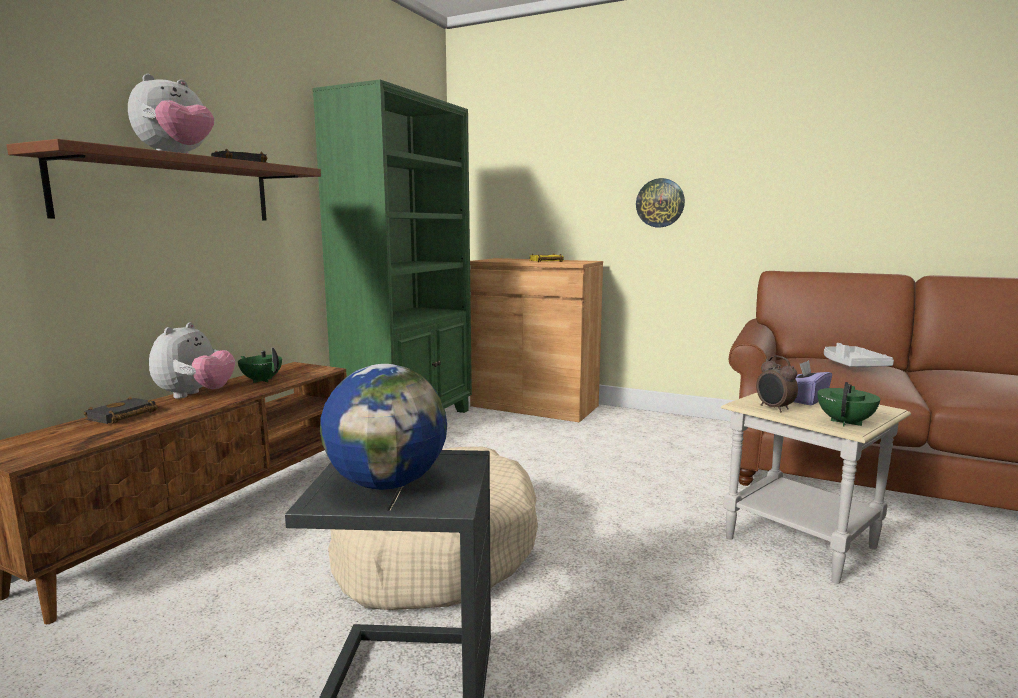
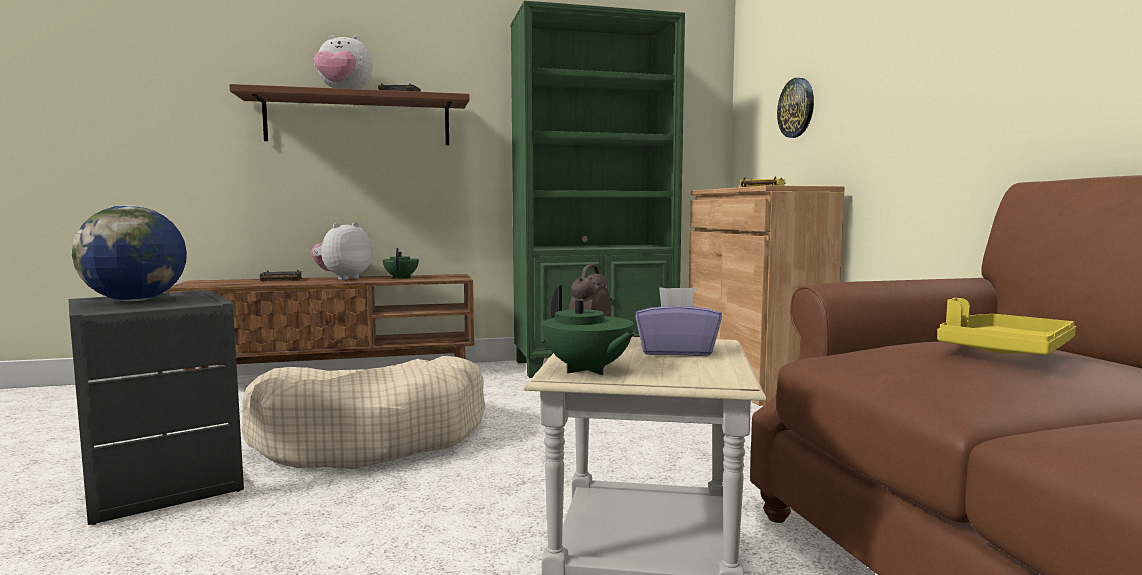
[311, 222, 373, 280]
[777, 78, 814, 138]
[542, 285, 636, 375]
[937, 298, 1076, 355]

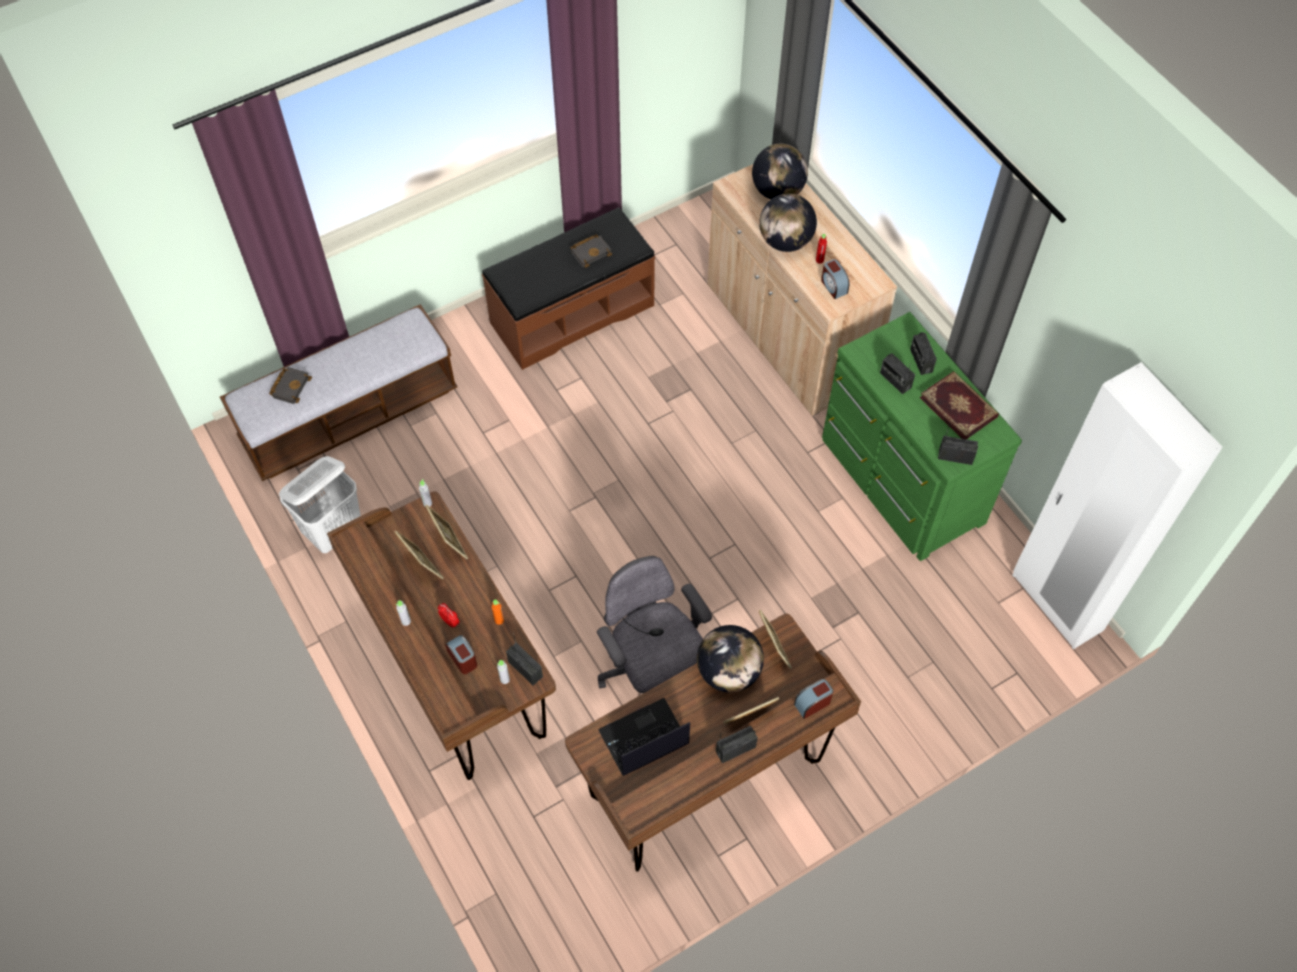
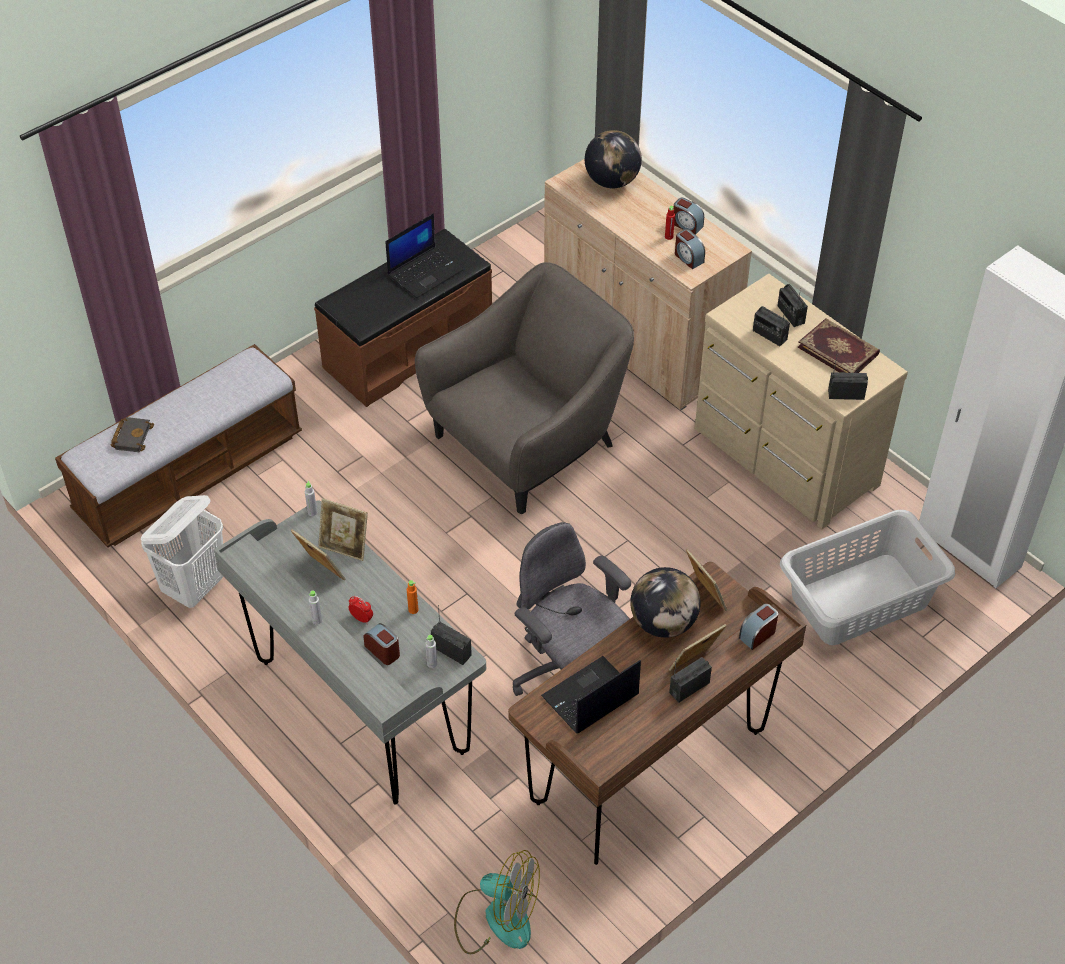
[214, 500, 486, 805]
[318, 498, 368, 561]
[386, 214, 464, 298]
[759, 194, 817, 252] (first image)
[695, 274, 908, 529]
[415, 262, 634, 514]
[454, 850, 540, 954]
[673, 198, 704, 235]
[780, 510, 955, 645]

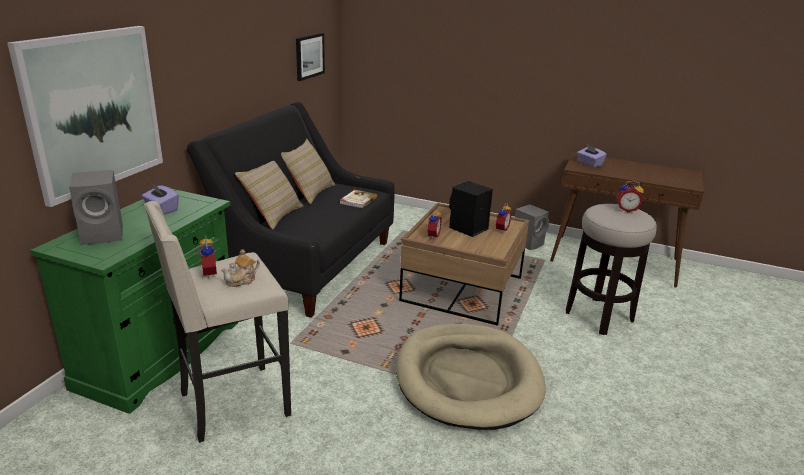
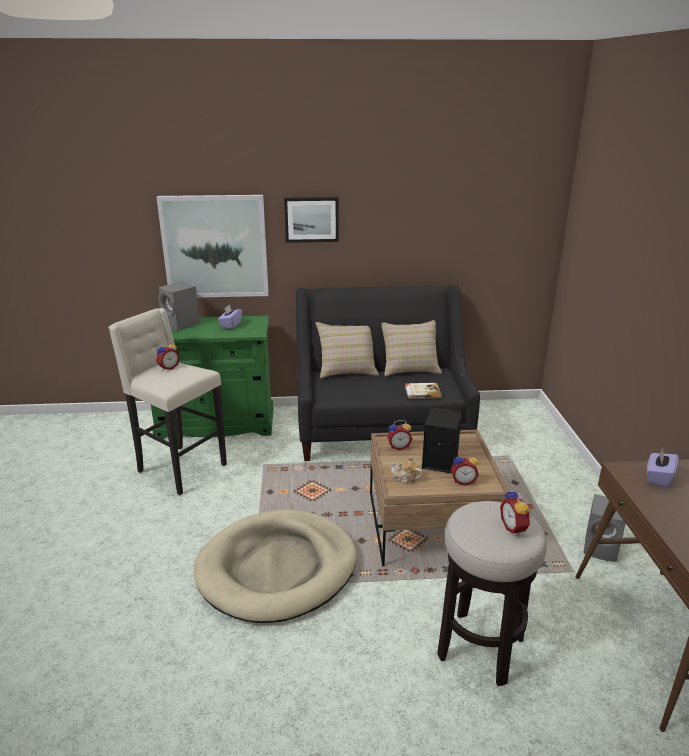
[390, 456, 422, 485]
[284, 197, 339, 243]

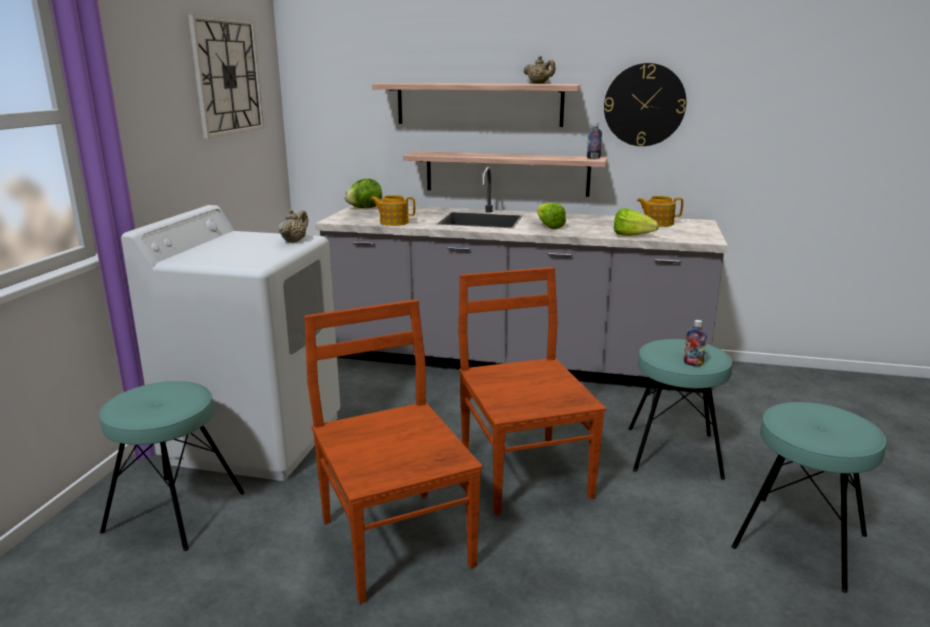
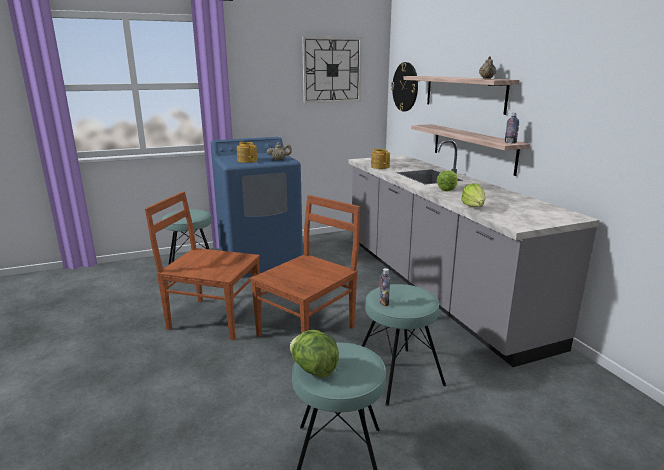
[211, 137, 303, 278]
[145, 191, 260, 340]
[290, 330, 339, 378]
[391, 62, 418, 112]
[237, 141, 257, 163]

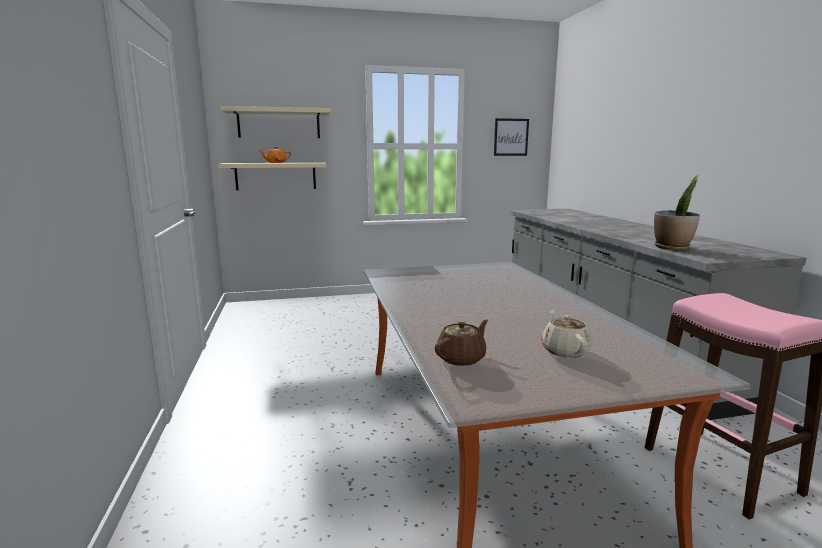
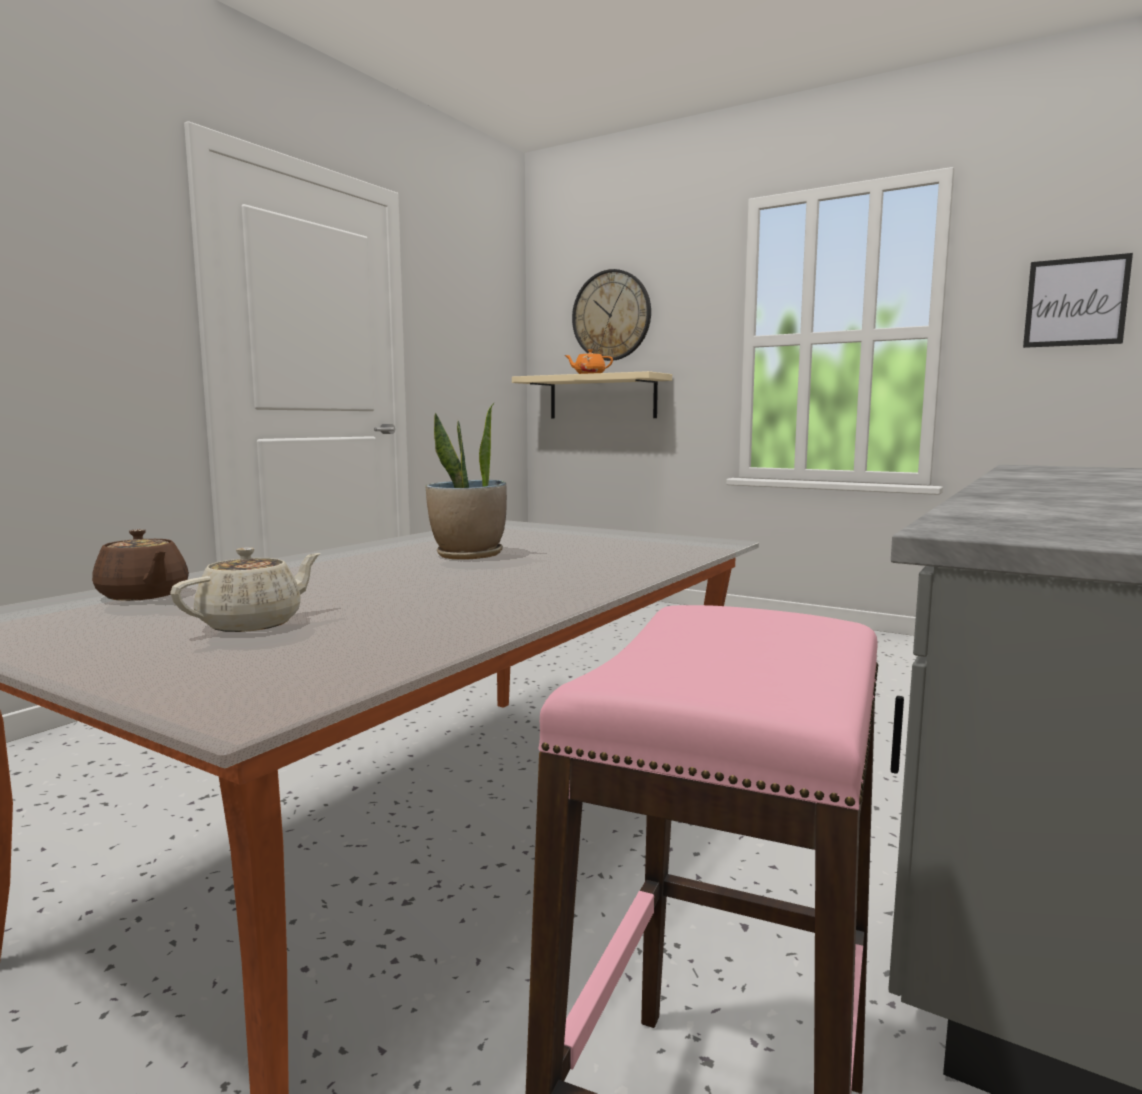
[572, 269, 651, 361]
[92, 529, 189, 601]
[425, 403, 507, 560]

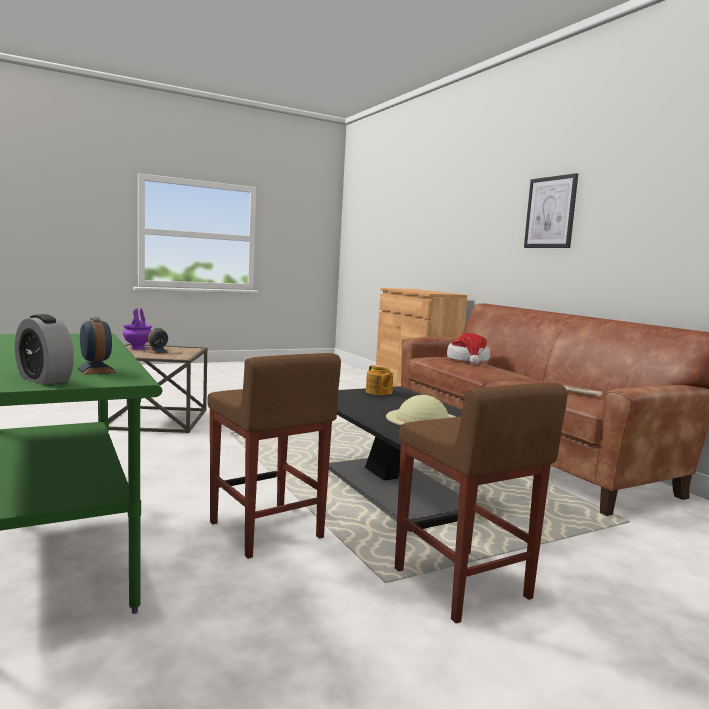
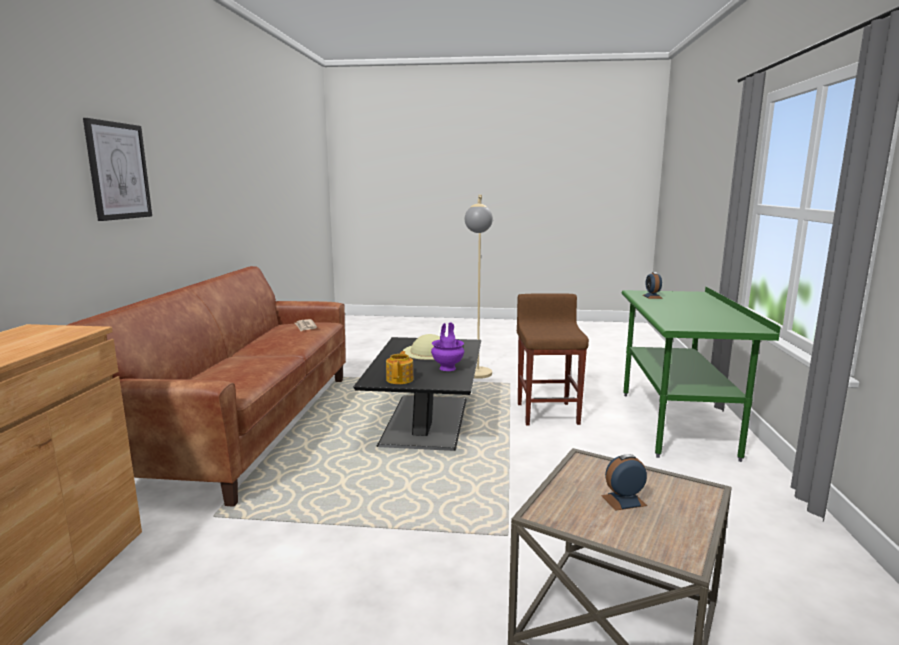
[15, 314, 74, 385] (first image)
[431, 322, 464, 371]
[465, 195, 493, 379]
[447, 333, 490, 365] (first image)

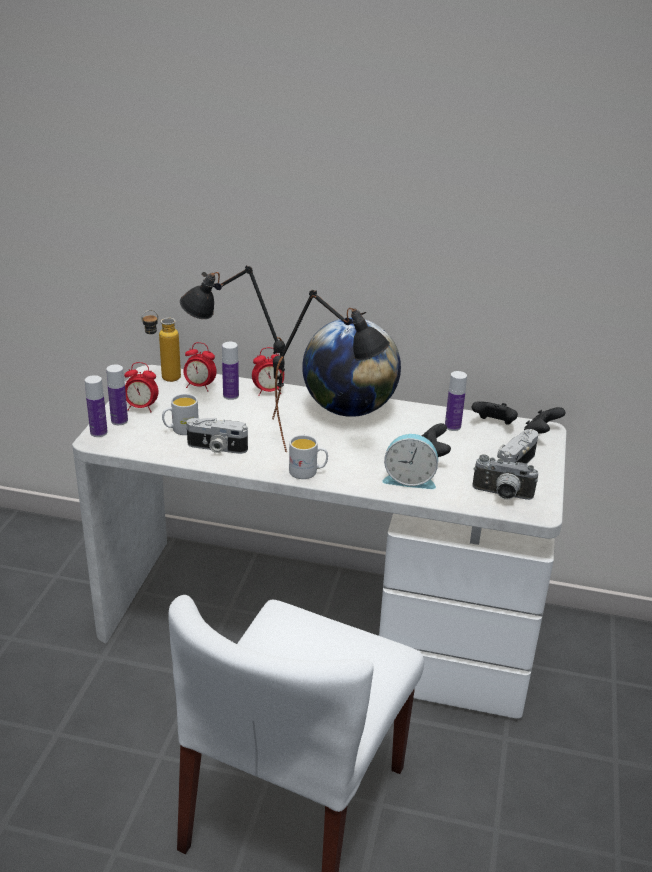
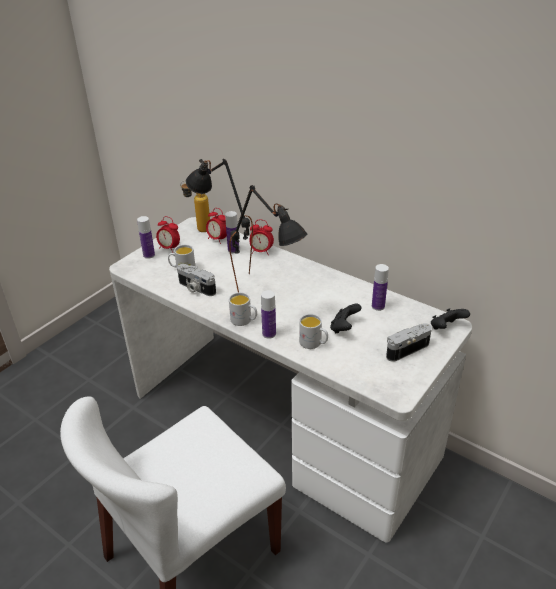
[261, 290, 276, 339]
[302, 318, 401, 417] (first image)
[299, 314, 328, 349]
[472, 401, 518, 425] (first image)
[473, 454, 538, 500] (first image)

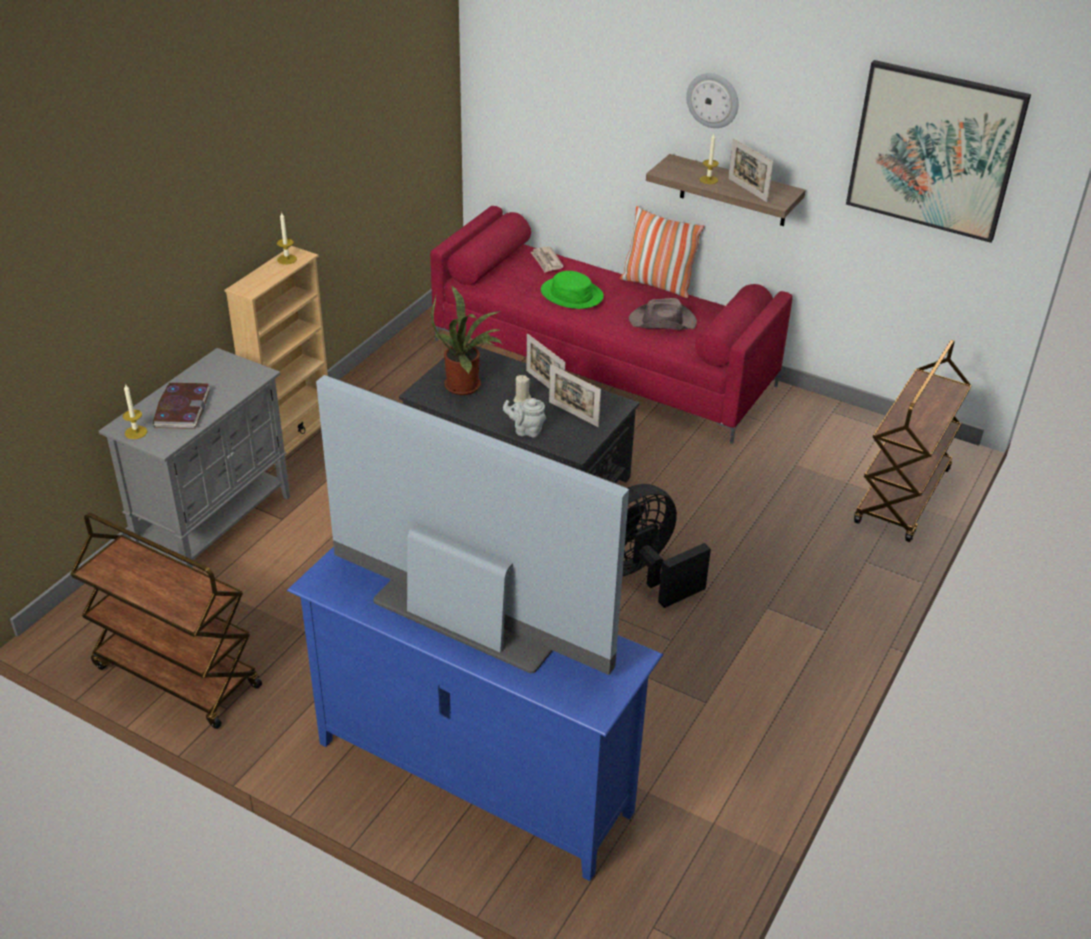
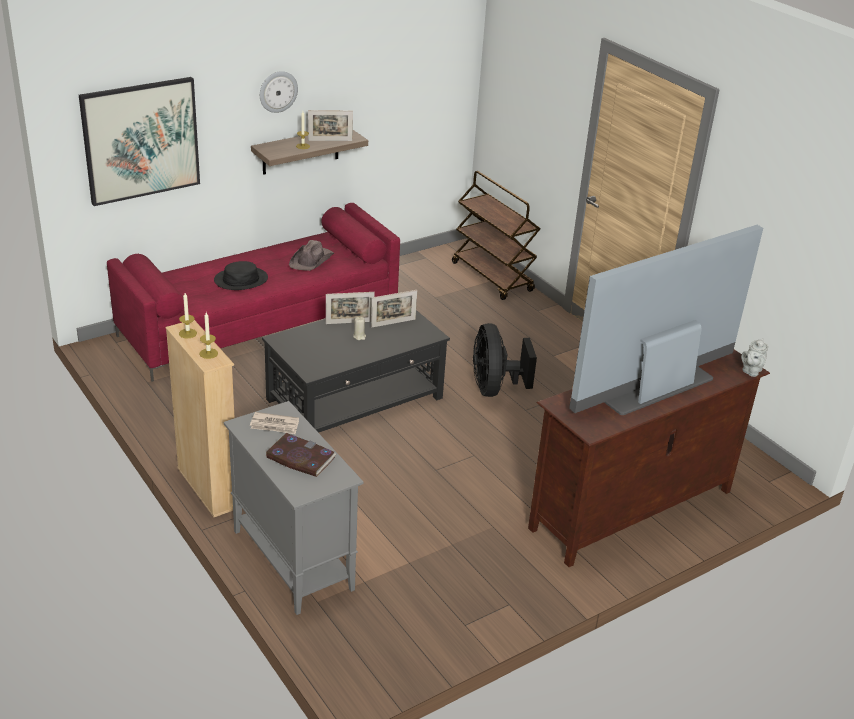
[70, 513, 262, 729] (first image)
[199, 312, 218, 359]
[528, 350, 770, 567]
[431, 286, 502, 395] (first image)
[741, 338, 768, 377]
[250, 412, 299, 434]
[214, 261, 268, 290]
[620, 206, 704, 298] (first image)
[79, 77, 200, 206]

